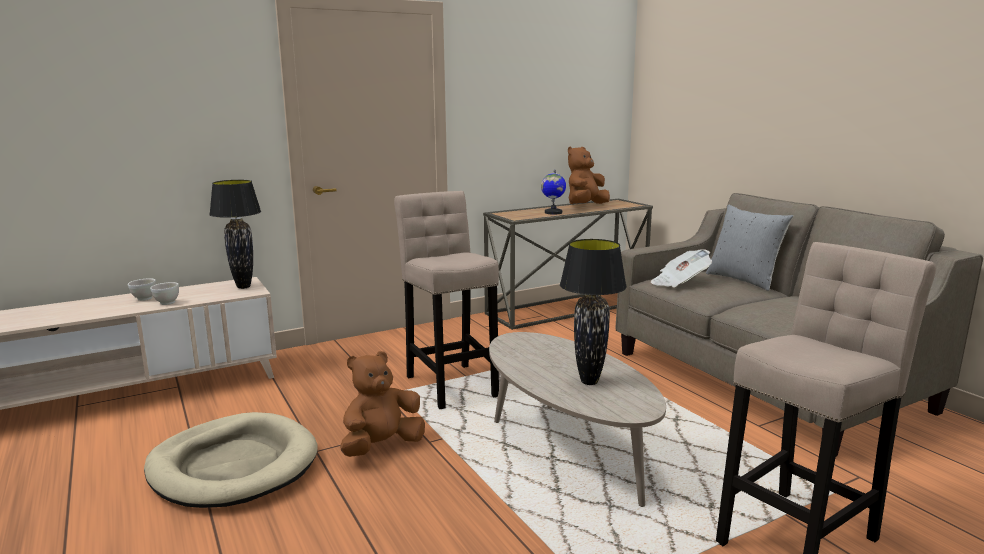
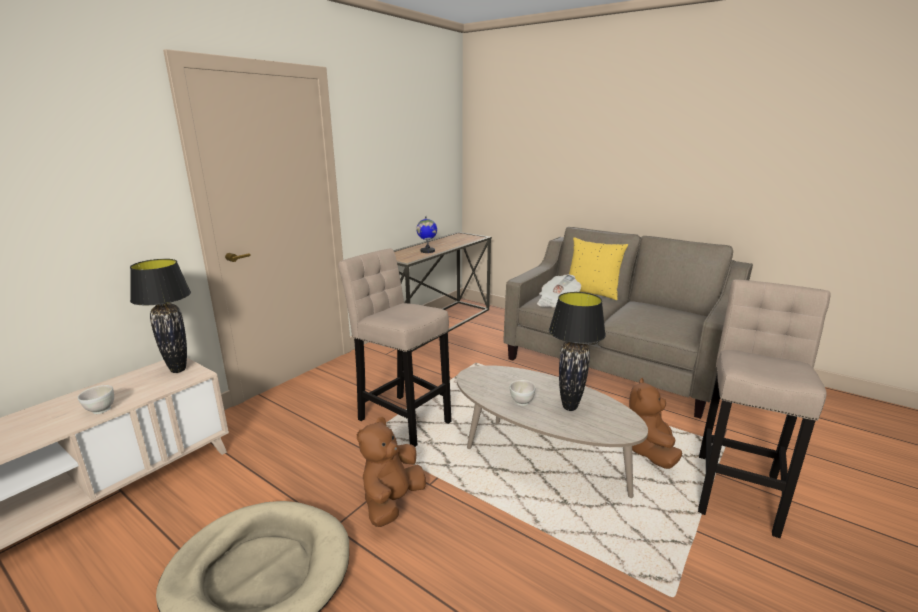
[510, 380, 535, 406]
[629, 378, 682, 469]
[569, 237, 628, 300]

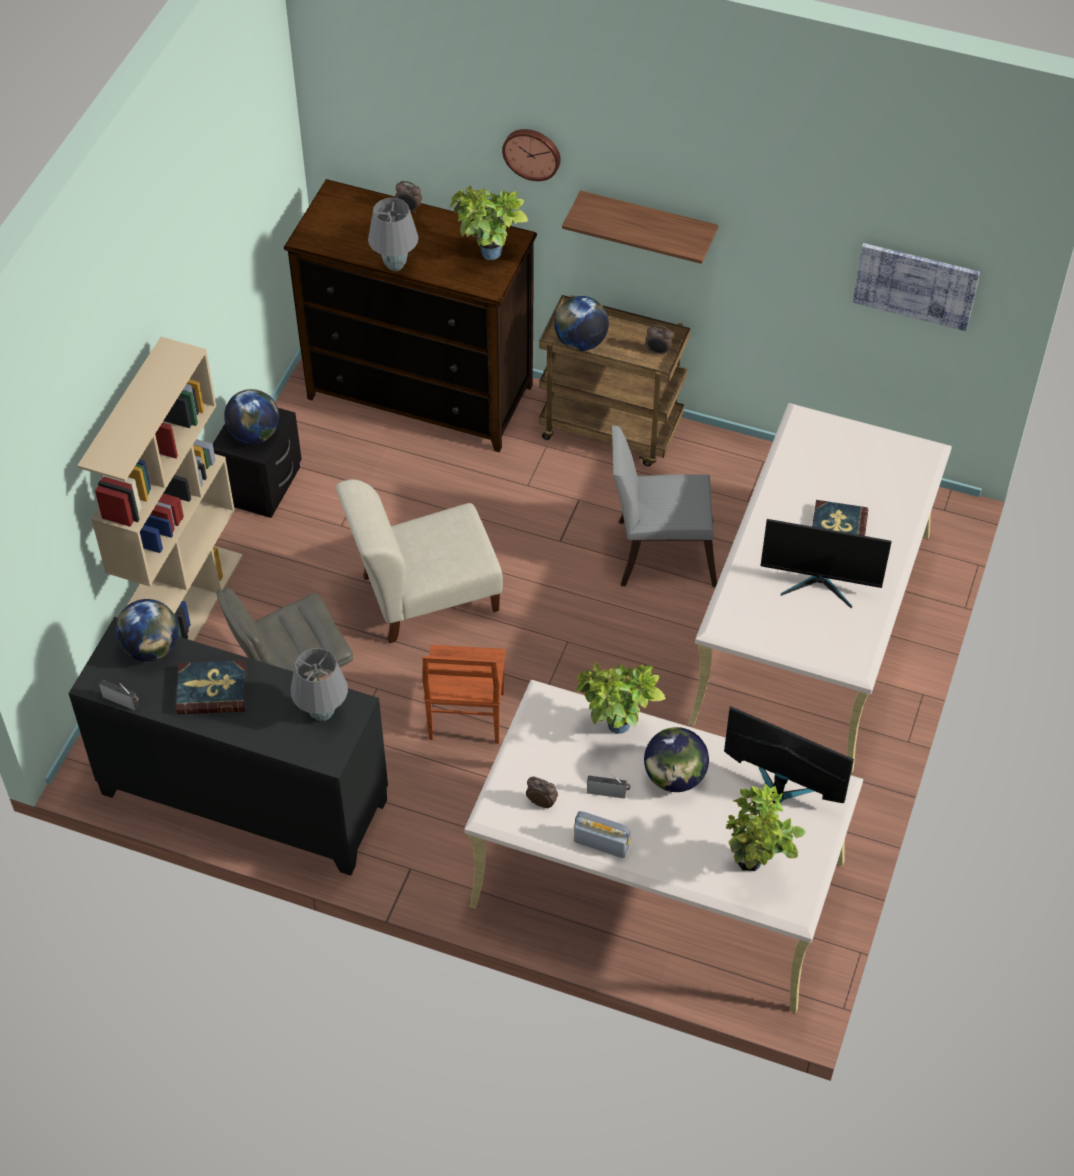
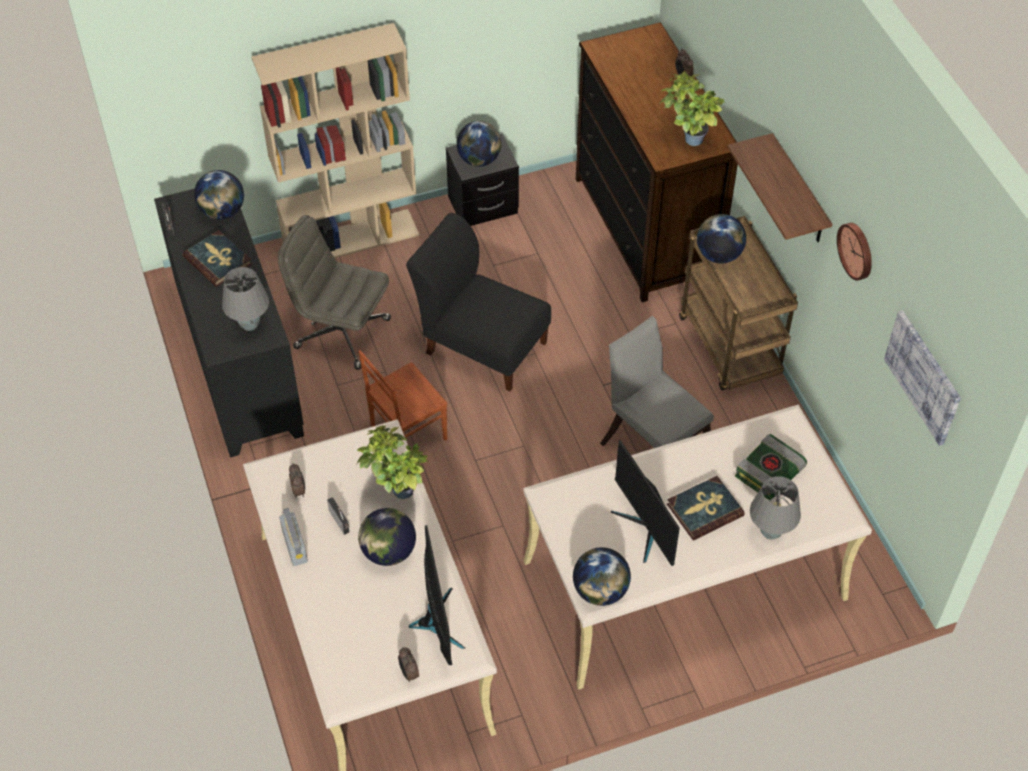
[406, 213, 551, 391]
[750, 476, 801, 540]
[837, 223, 872, 281]
[398, 647, 419, 682]
[726, 784, 806, 871] (first image)
[573, 547, 631, 606]
[735, 434, 807, 500]

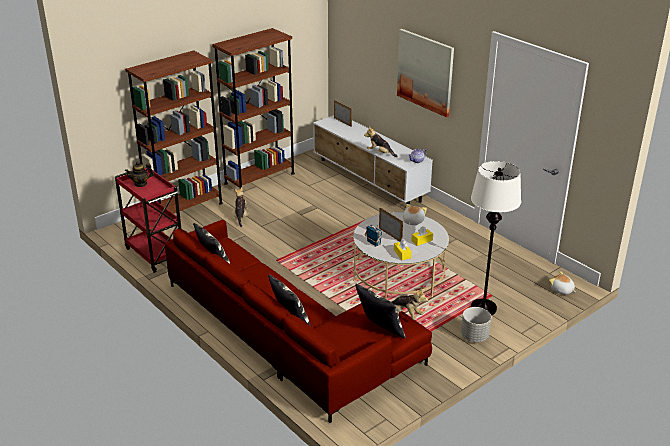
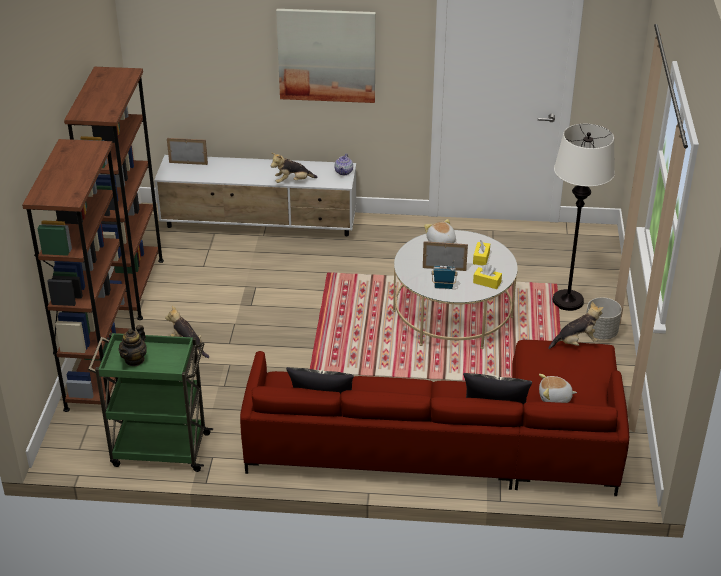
[88, 332, 213, 472]
[355, 284, 406, 339] (first image)
[539, 374, 577, 403]

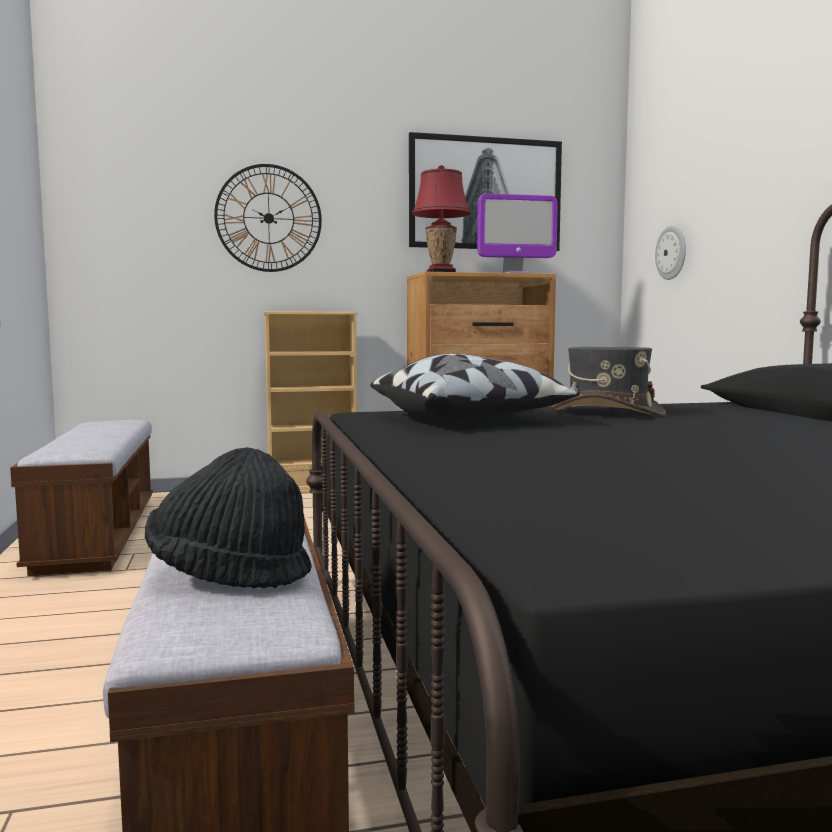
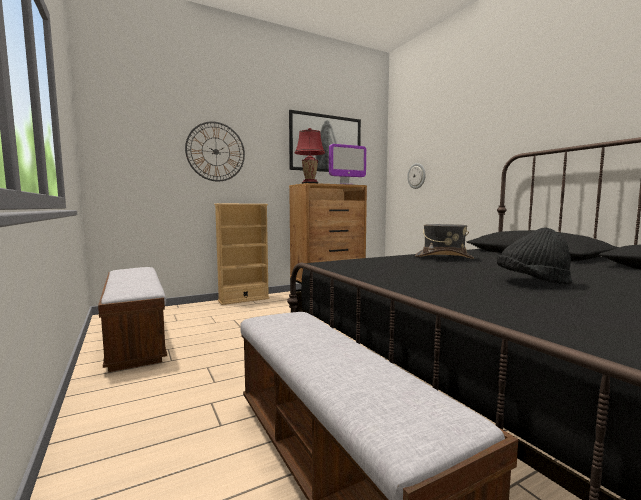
[497, 227, 572, 285]
[370, 354, 580, 422] (first image)

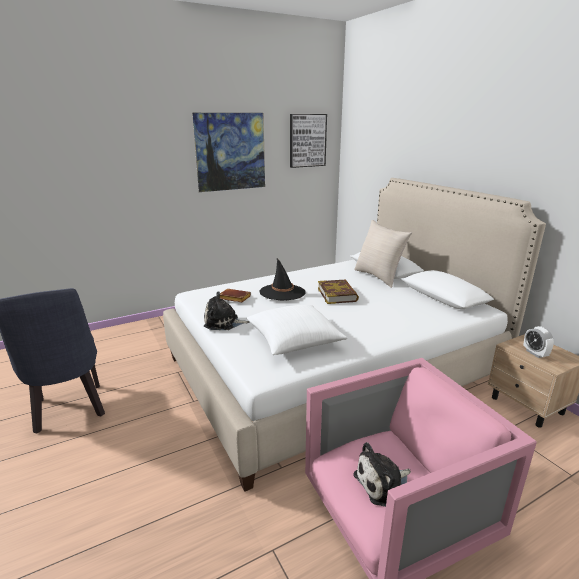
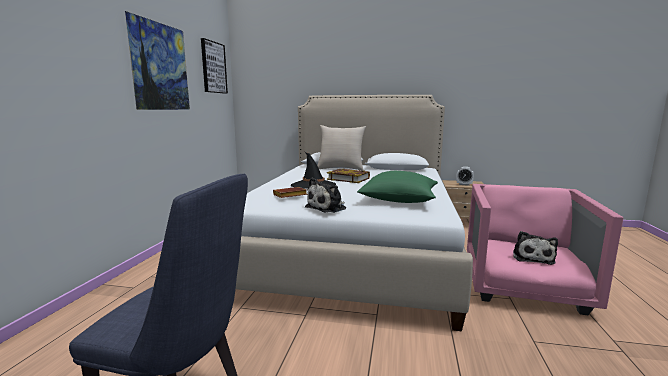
[357, 171, 438, 203]

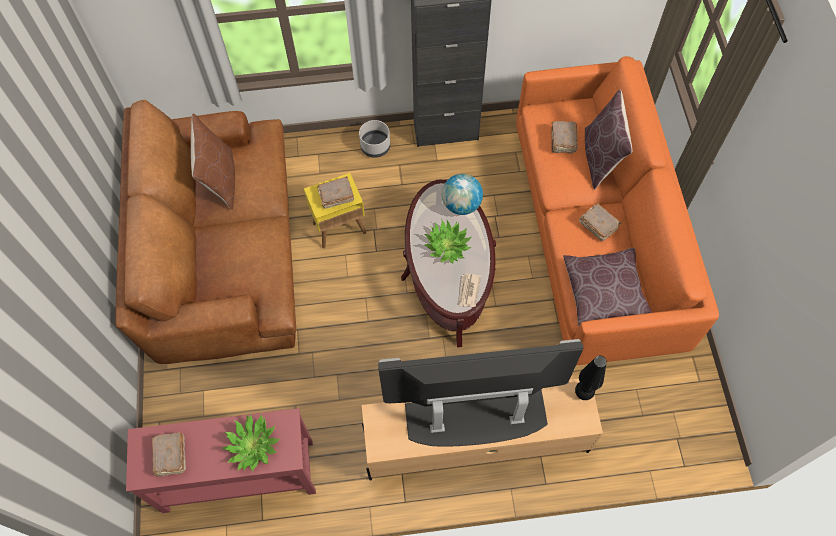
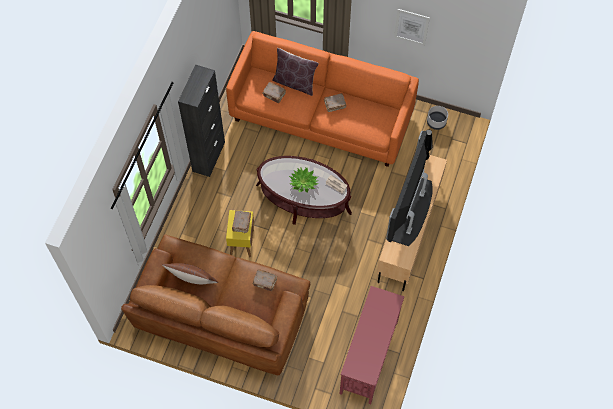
[252, 269, 277, 291]
[222, 415, 280, 471] (first image)
[427, 106, 448, 130]
[442, 174, 483, 215] (first image)
[563, 248, 652, 326] (first image)
[394, 9, 430, 46]

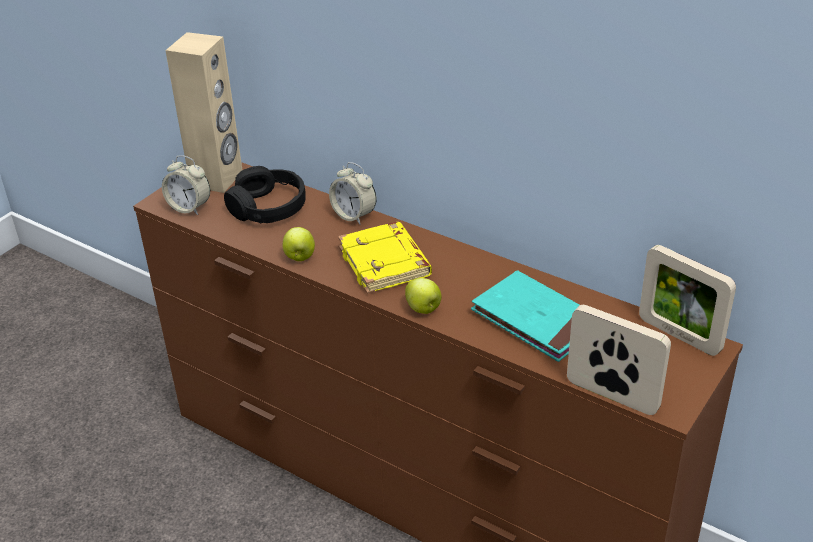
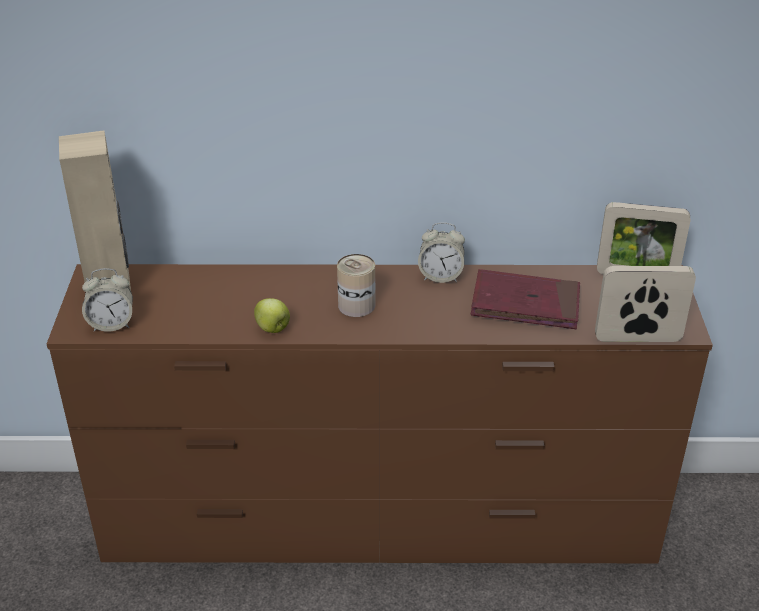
[224, 166, 306, 223] (first image)
[418, 222, 465, 283]
[337, 254, 375, 317]
[405, 278, 442, 314] (first image)
[471, 269, 580, 329]

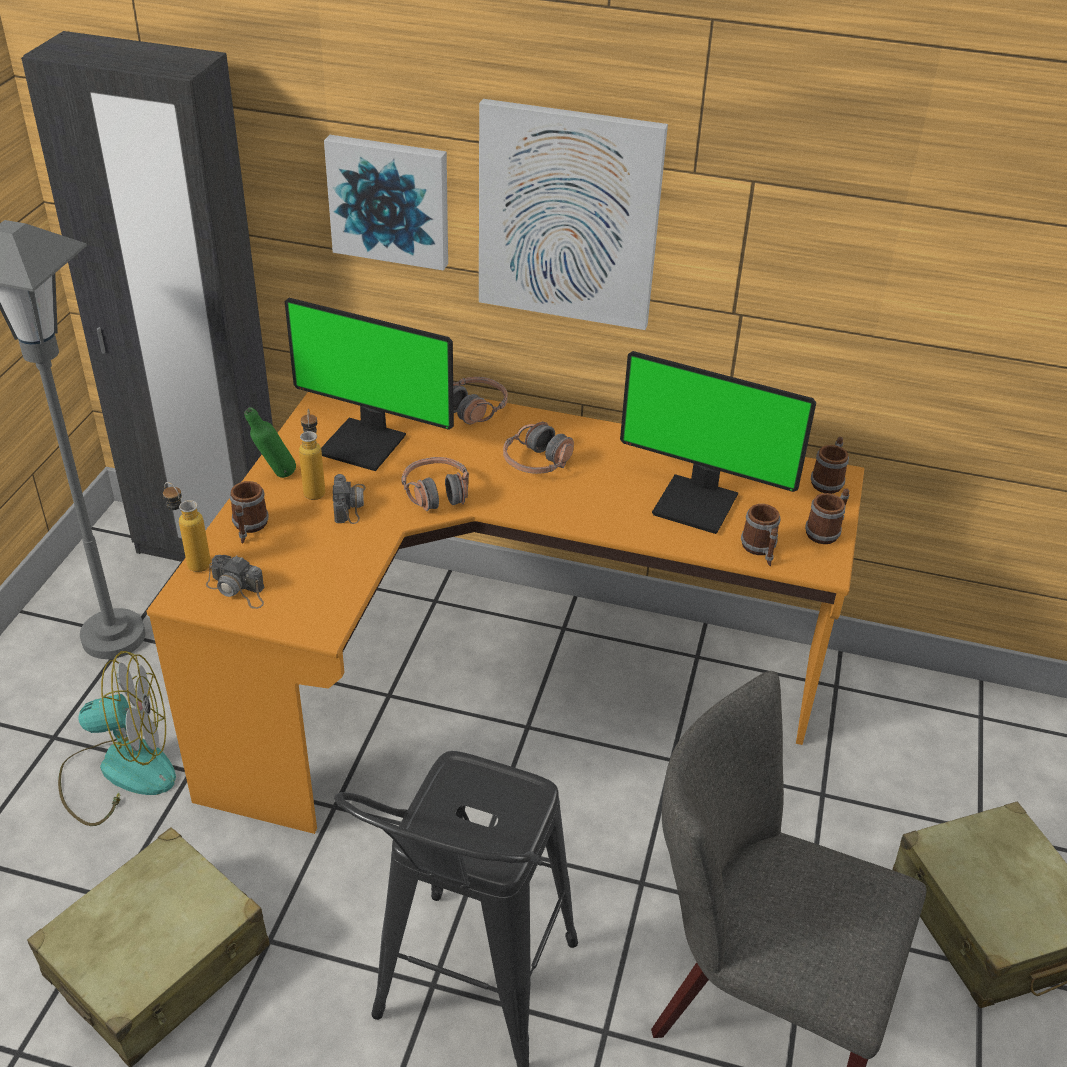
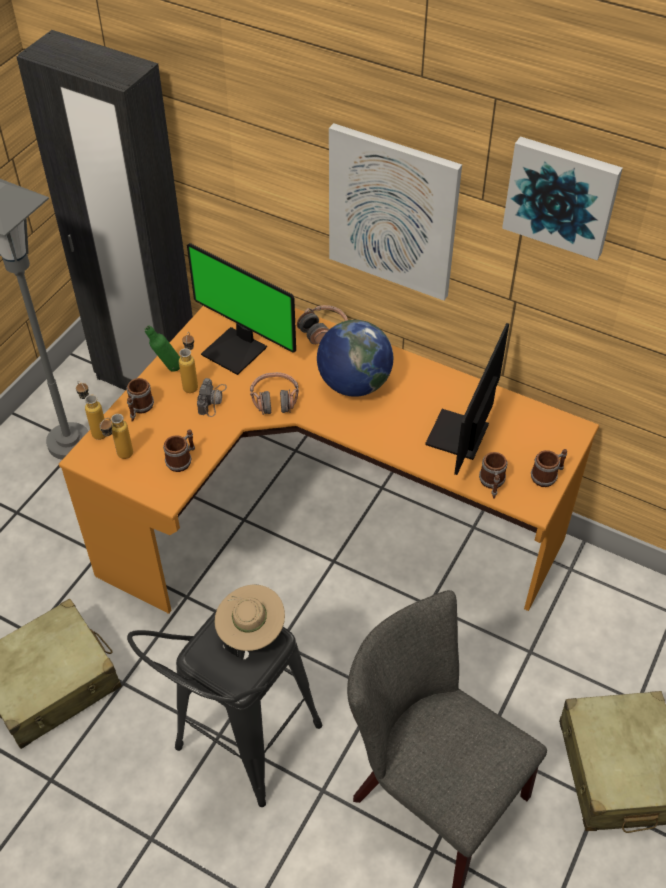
[58, 651, 176, 826] (first image)
[99, 414, 133, 459]
[502, 136, 623, 260]
[317, 320, 393, 397]
[425, 323, 509, 475]
[163, 429, 195, 472]
[215, 585, 285, 651]

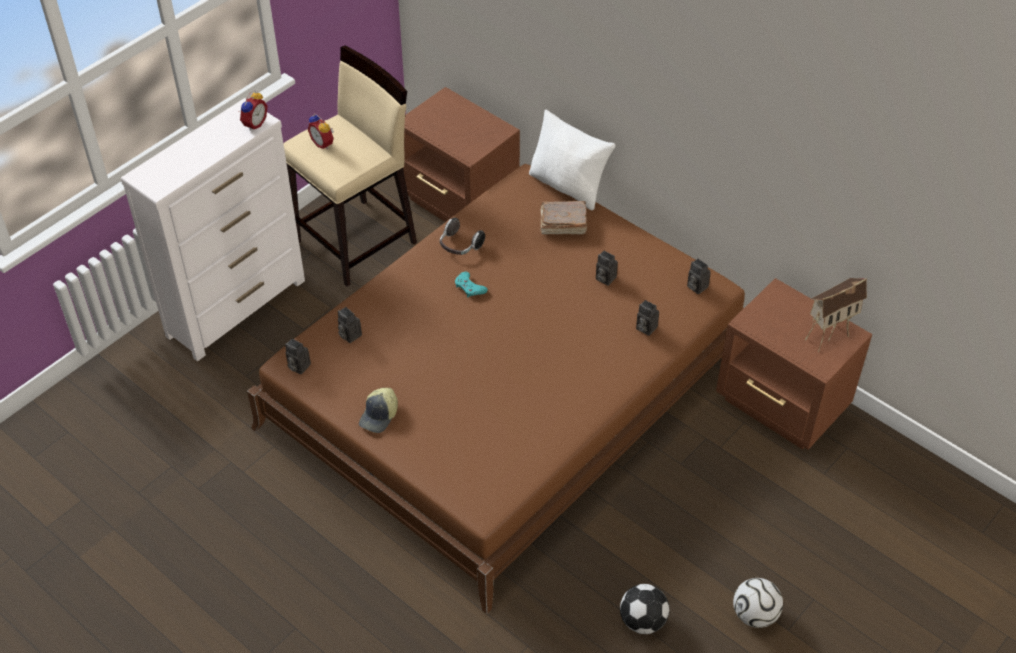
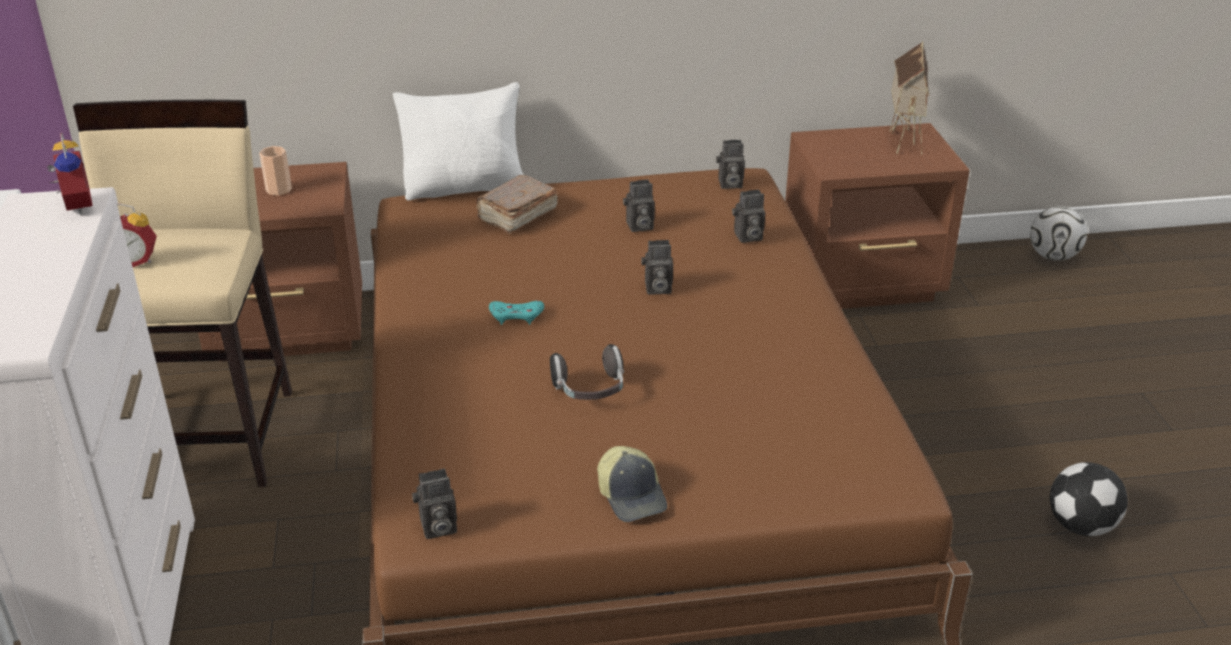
[641, 240, 673, 295]
[550, 344, 624, 400]
[1030, 206, 1087, 261]
[259, 146, 292, 196]

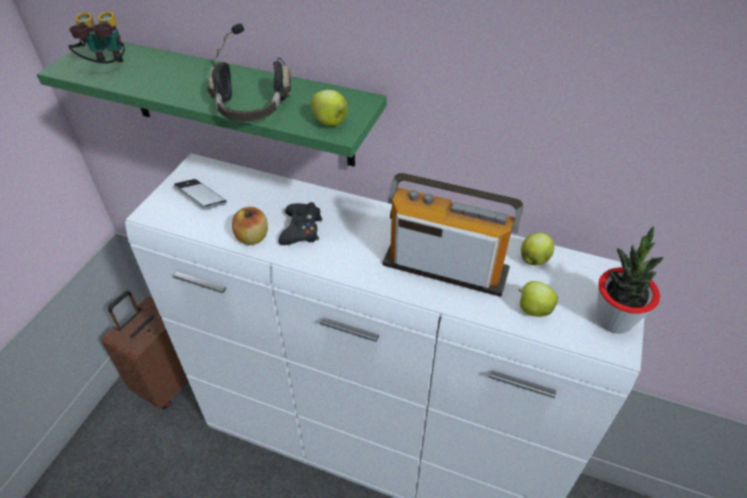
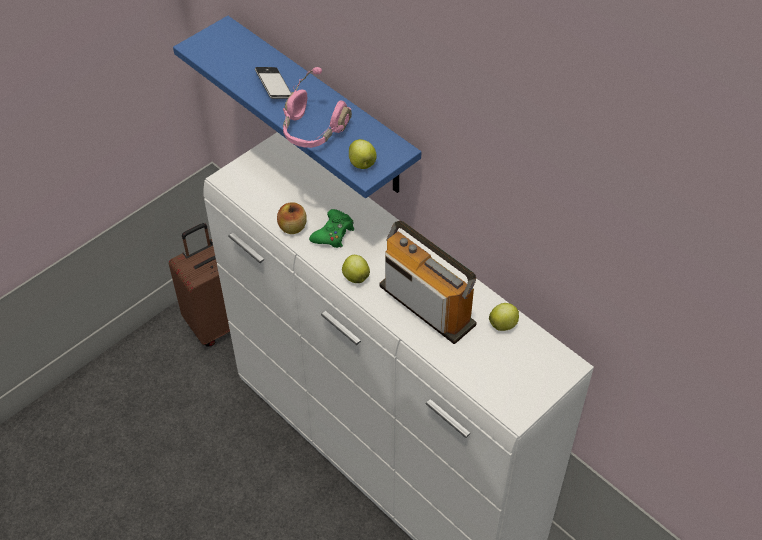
[173, 16, 421, 198]
[68, 12, 125, 64] (first image)
[255, 67, 291, 99]
[283, 67, 352, 148]
[309, 209, 354, 248]
[342, 255, 370, 283]
[597, 226, 664, 334] (first image)

